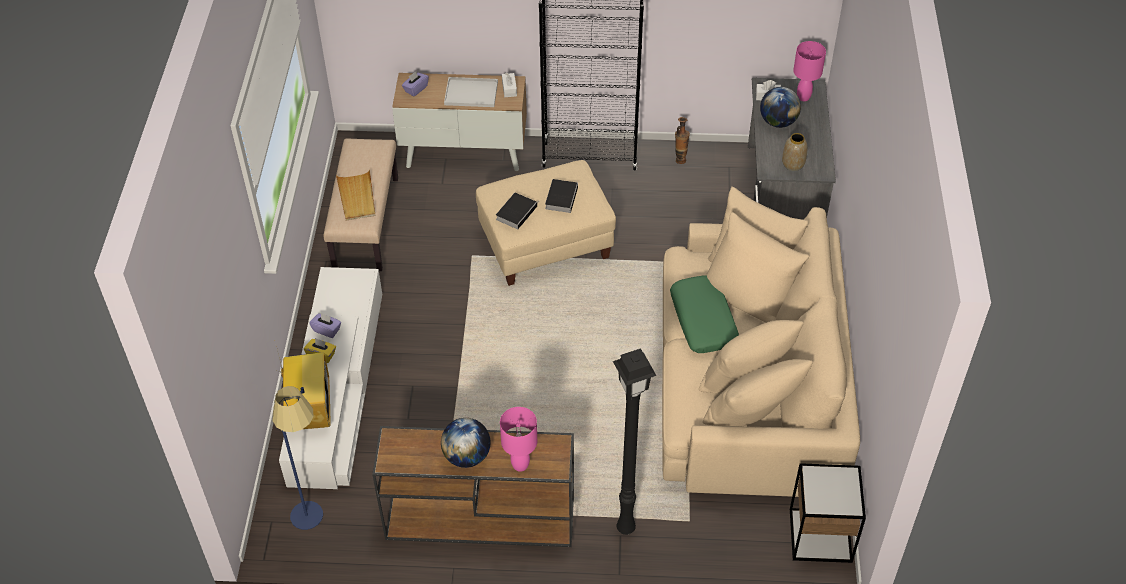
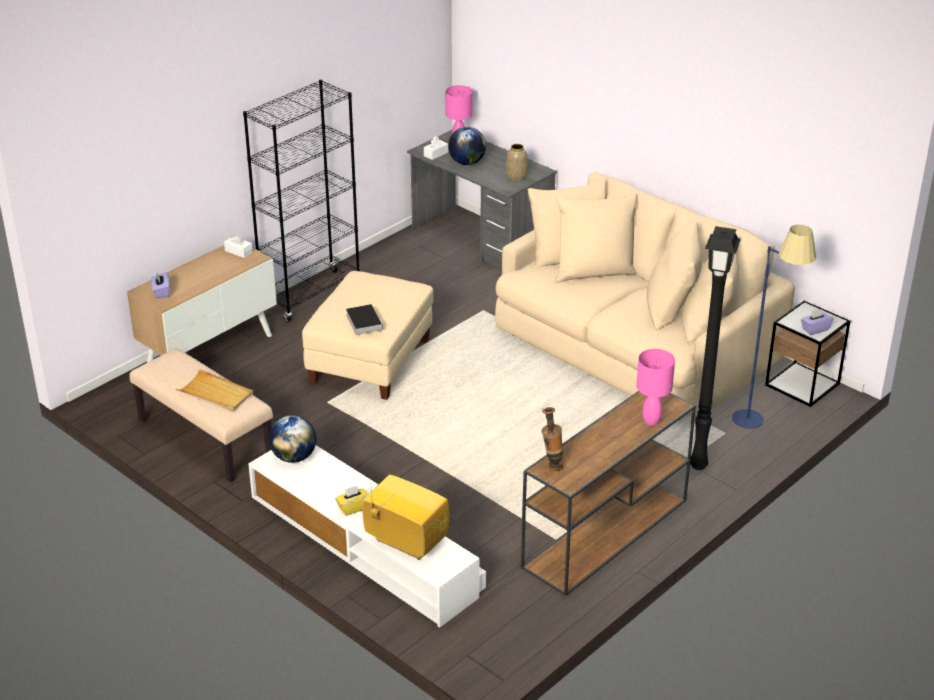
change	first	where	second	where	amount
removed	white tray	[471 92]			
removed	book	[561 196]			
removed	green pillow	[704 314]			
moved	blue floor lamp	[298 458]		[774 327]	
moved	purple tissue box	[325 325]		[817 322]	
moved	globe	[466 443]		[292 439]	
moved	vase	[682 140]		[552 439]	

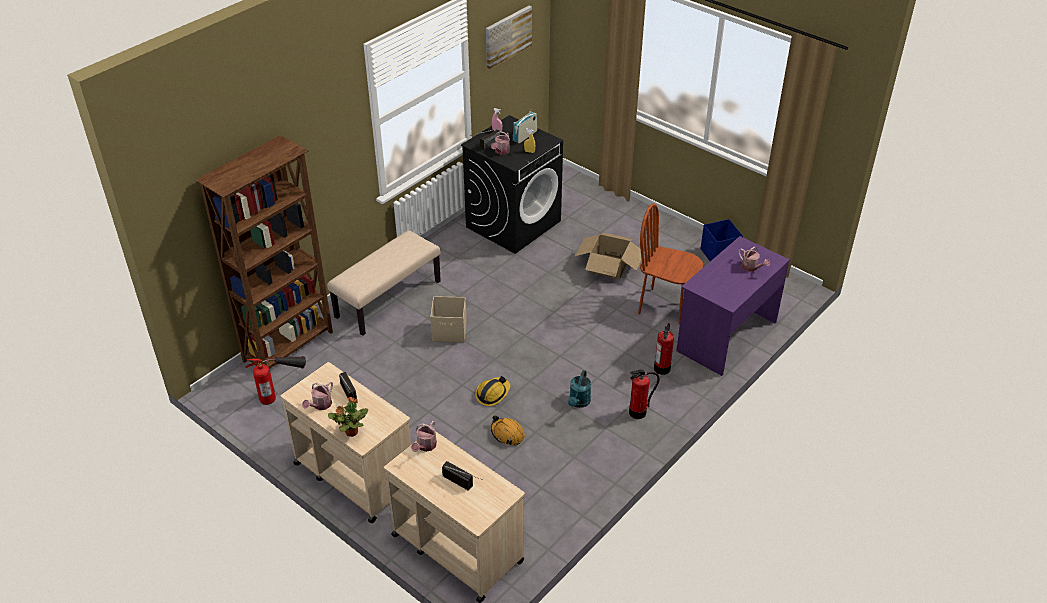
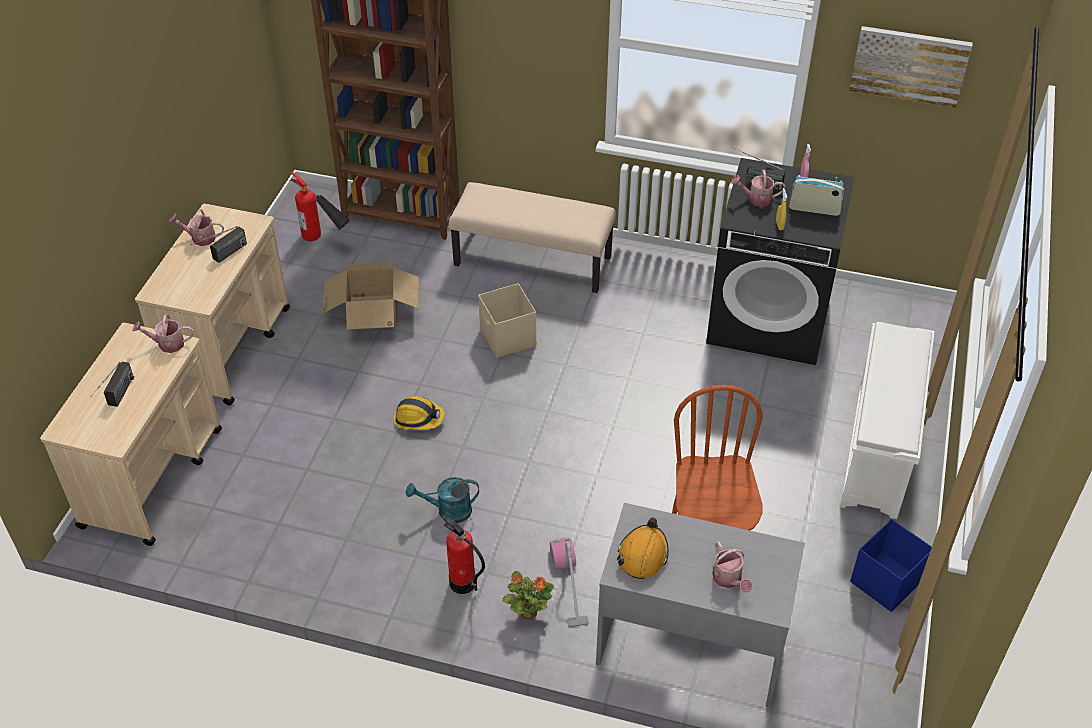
change	first	where	second	where	amount
added			white shoe rack	[887 420]	
moved	potted plant	[348 417]		[528 595]	
moved	orange hard hat	[508 430]		[643 548]	
moved	cardboard box	[608 256]		[371 296]	
replaced	fire extinguisher	[664 349]	vacuum cleaner	[569 582]	
recoloured	purple desk	[733 306]	grey desk	[700 605]	
turned	watering can	[754 259]		[732 567]	45 degrees counterclockwise

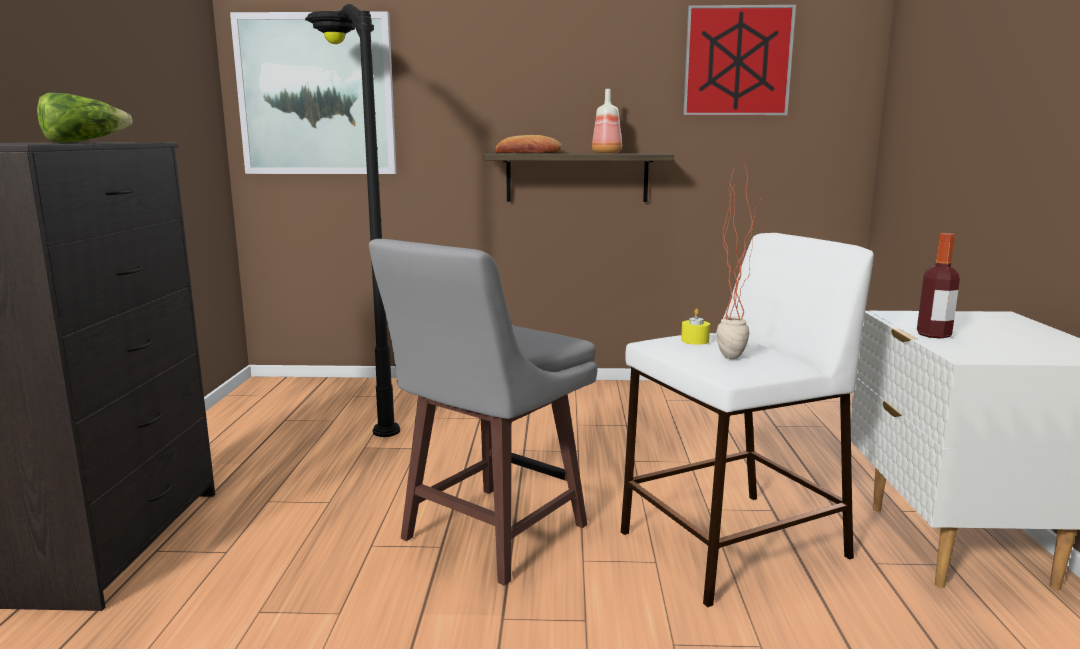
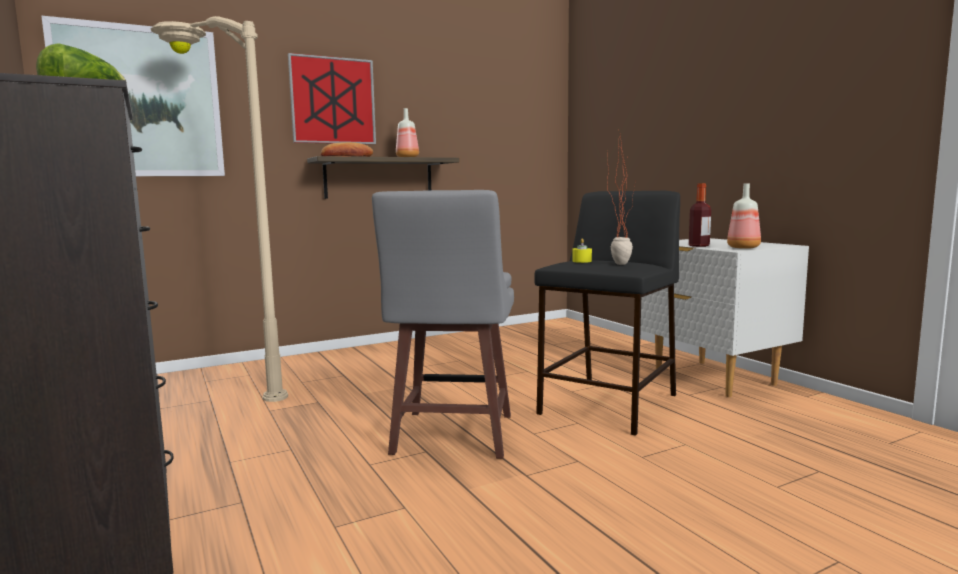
change	first	where	second	where	amount
added			bottle	[744 216]	
moved	picture	[739 60]		[332 98]	
recoloured	black floor lamp	[352 220]	beige floor lamp	[219 209]	
recoloured	white stool	[747 420]	black stool	[607 313]	

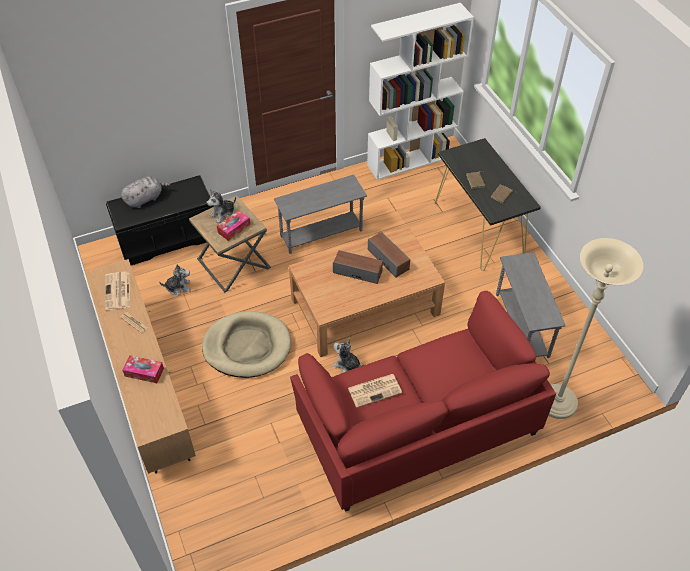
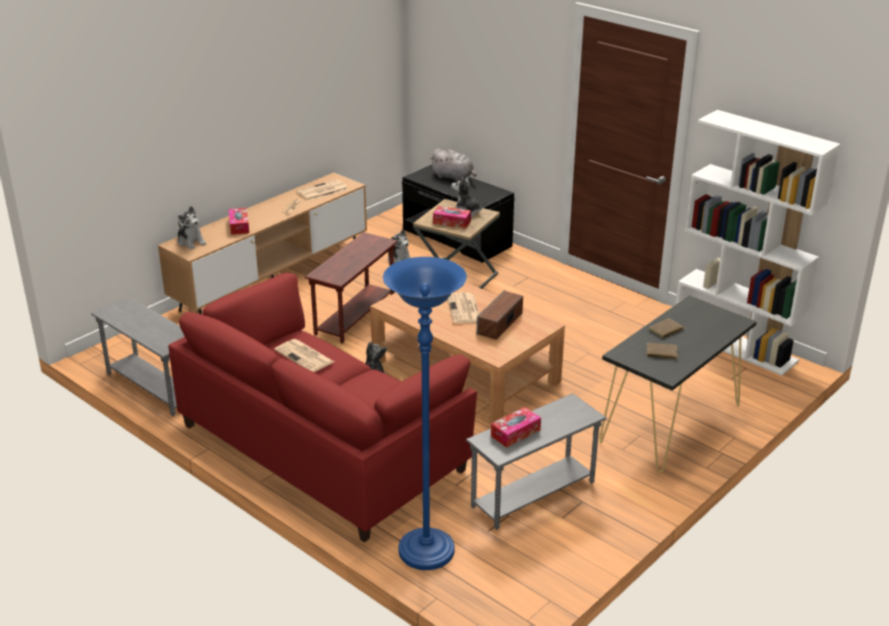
change	first	where	second	where	amount
added			plush toy	[192 228]	
added			tissue box	[516 427]	
moved	grey side table	[320 214]		[138 356]	
replaced	beige dog bed	[246 344]	brown side table	[351 288]	
replaced	speaker	[358 267]	newspaper	[463 308]	
recoloured	beige floor lamp	[595 328]	blue floor lamp	[425 413]	

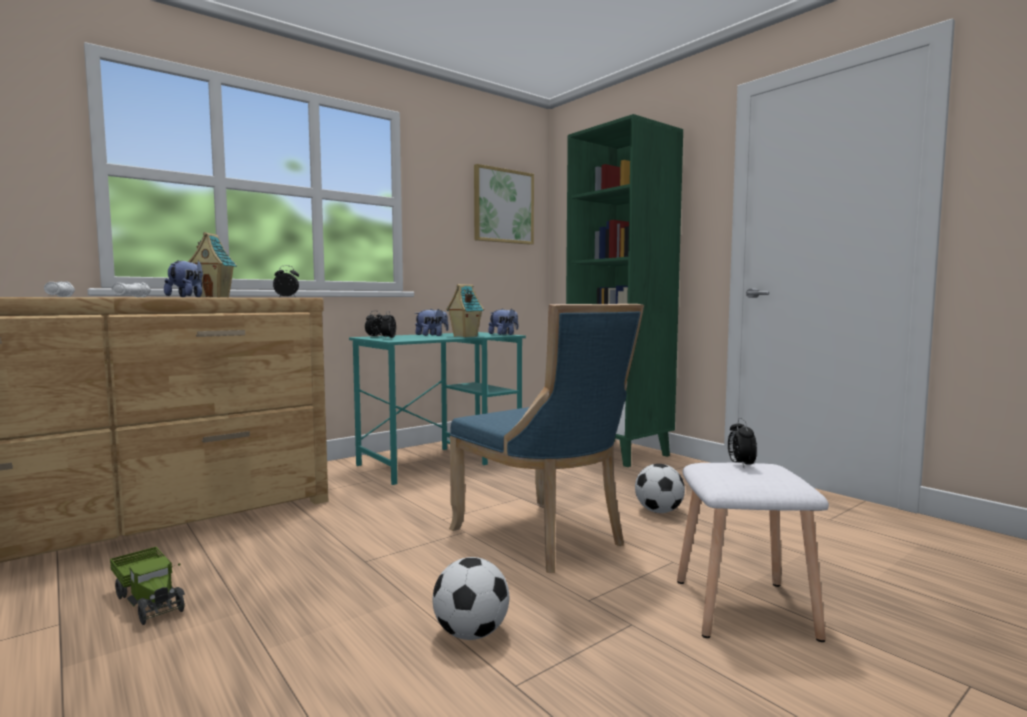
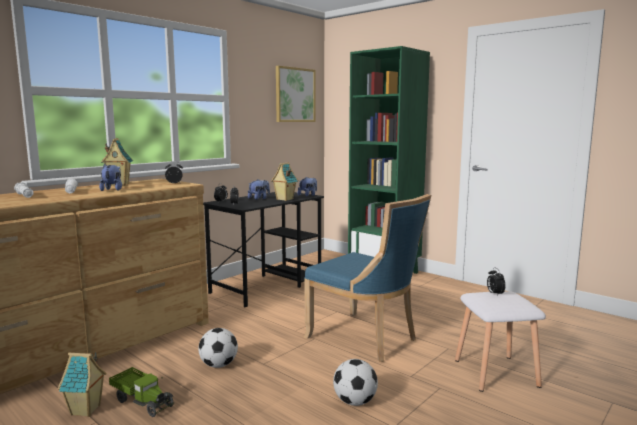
change	first	where	second	where	amount
added			toy house	[82 384]	
moved	football	[660 488]		[218 348]	
recoloured	turquoise desk	[437 408]	black desk	[263 249]	

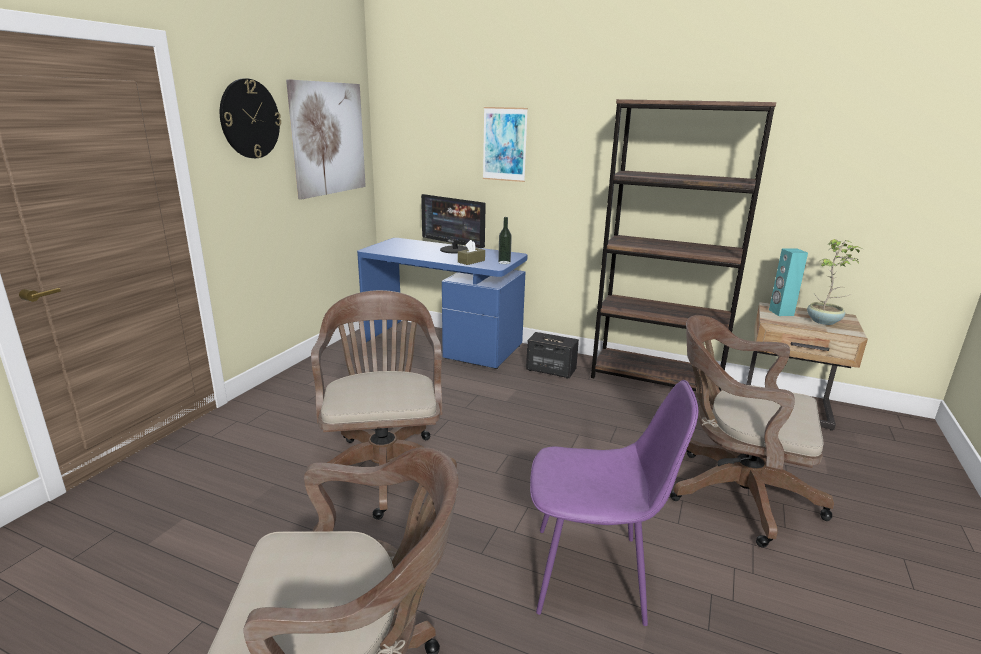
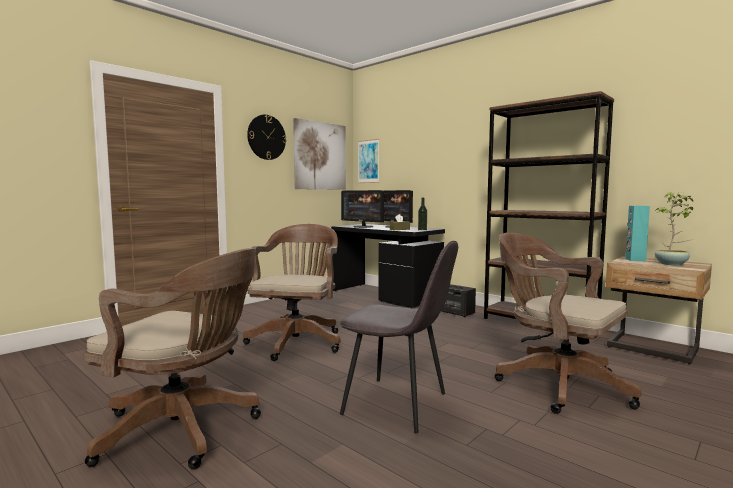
change	first	where	second	where	amount
added			monitor	[362 209]	
moved	picture	[505 144]		[368 161]	
recoloured	blue desk	[442 303]	black desk	[388 266]	
recoloured	purple chair	[614 503]	grey chair	[399 337]	

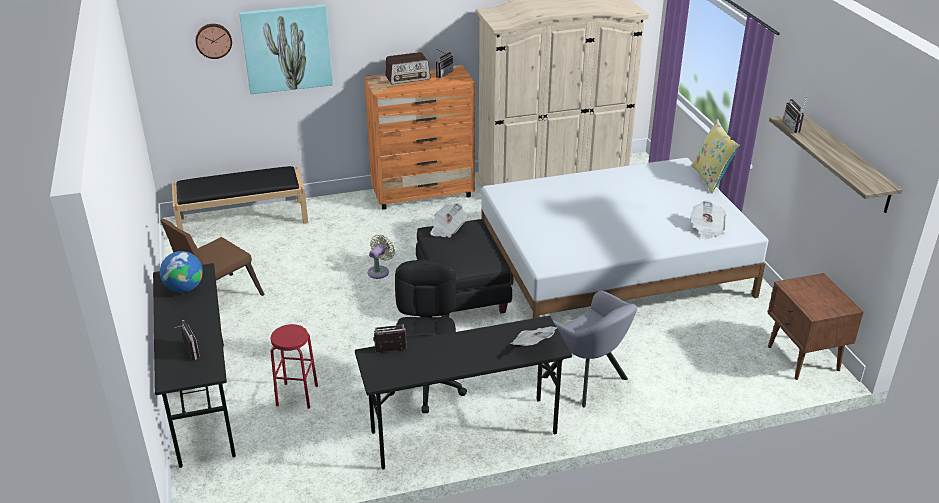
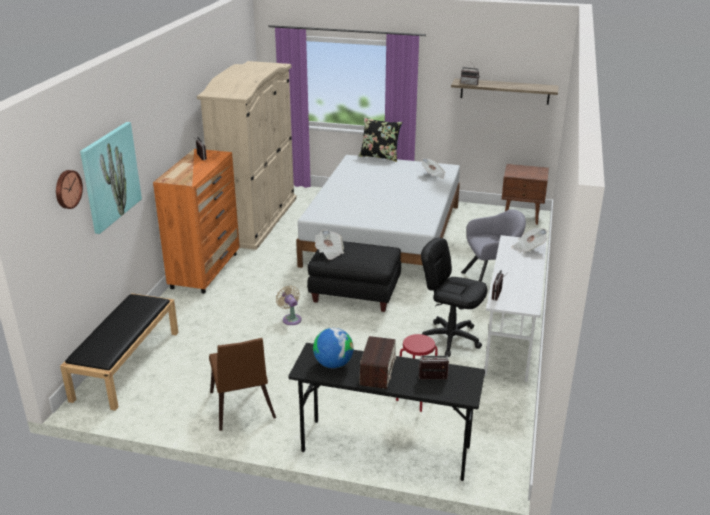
change	first	where	second	where	amount
moved	radio	[408 68]		[378 362]	
recoloured	black desk	[463 393]	white desk	[516 308]	
recoloured	yellow pillow	[715 156]	black pillow	[381 139]	

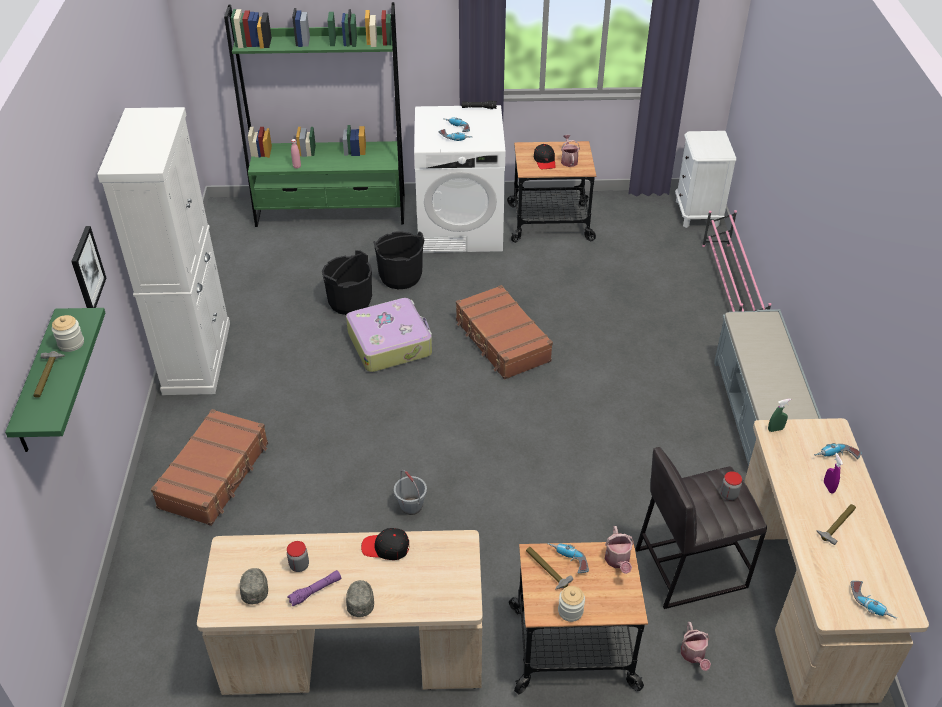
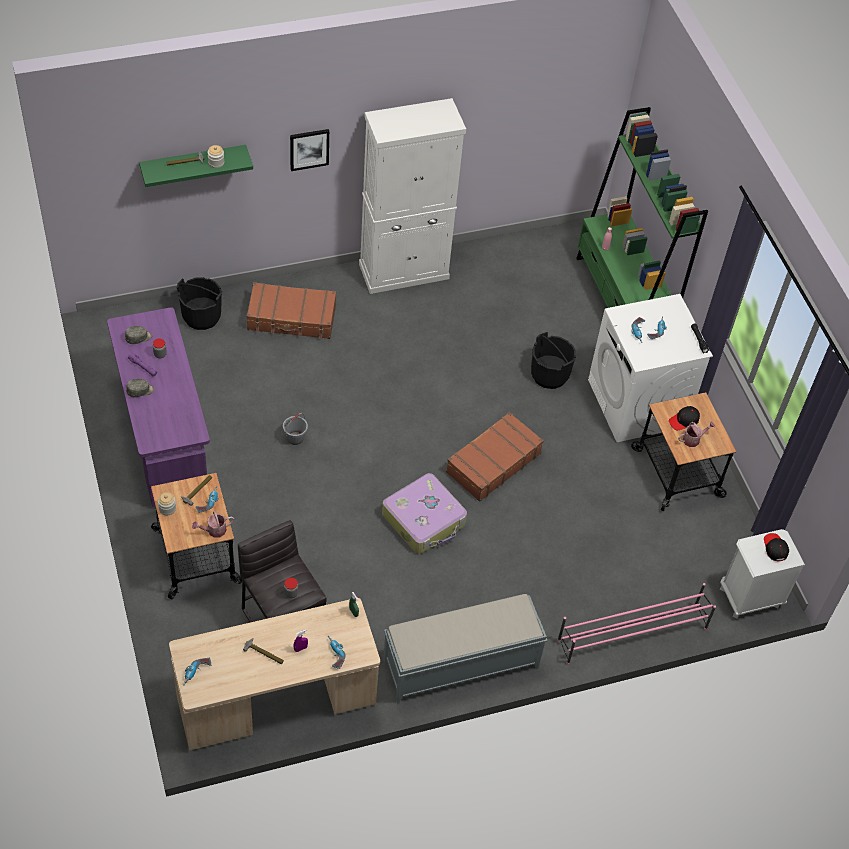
change	first	where	second	where	amount
removed	watering can	[696 646]			
moved	black bucket	[347 282]		[199 303]	
moved	suitcase	[389 335]		[424 513]	
moved	black cap	[385 544]		[776 547]	
recoloured	beige desk	[340 612]	purple desk	[158 407]	

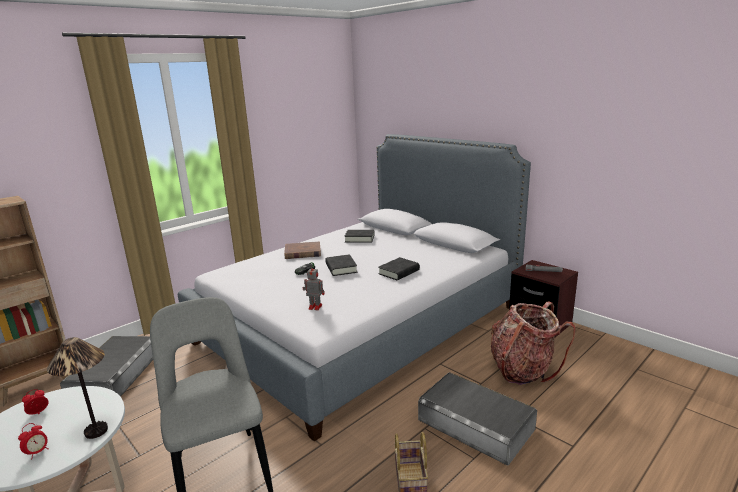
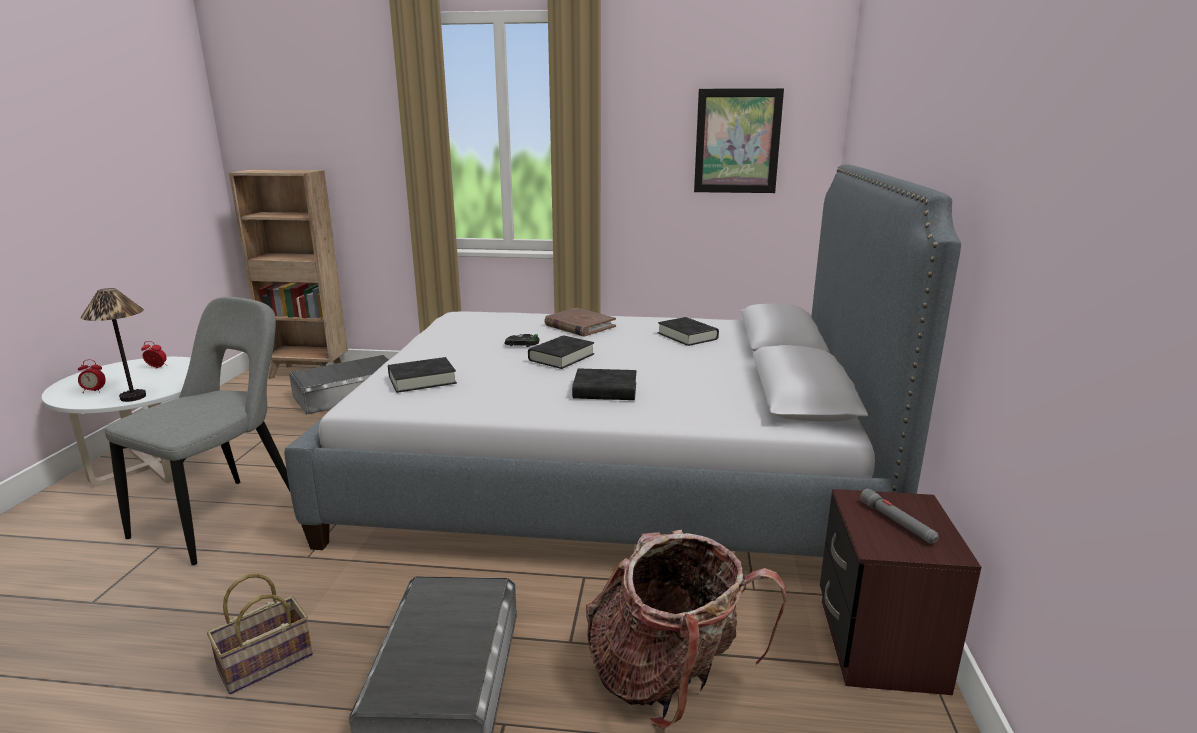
change	first	where	second	where	amount
added			picture	[739 140]	
replaced	toy robot	[314 287]	black book	[422 375]	

